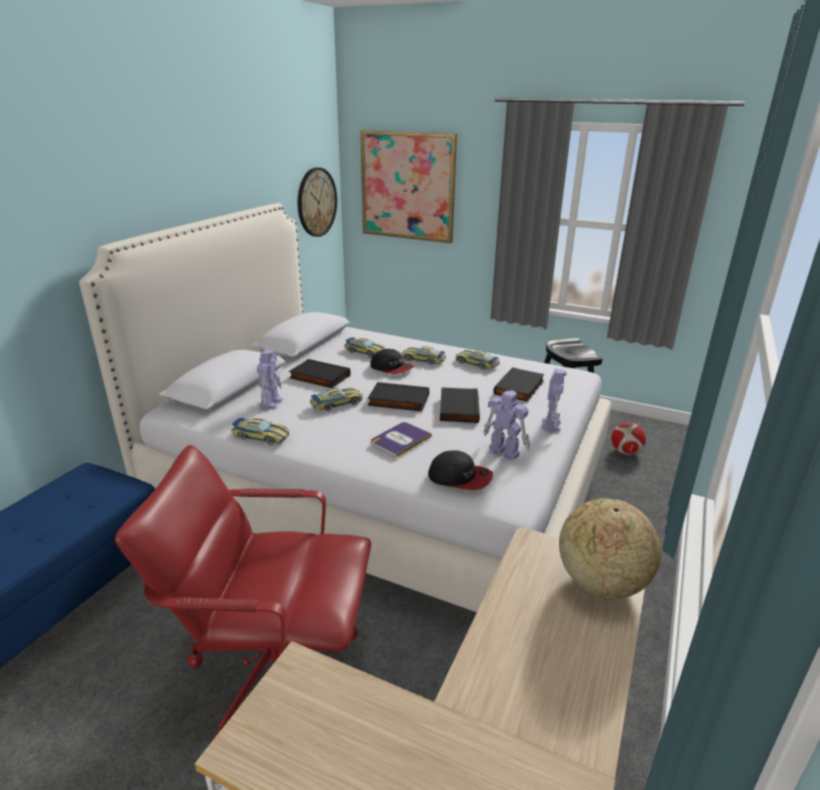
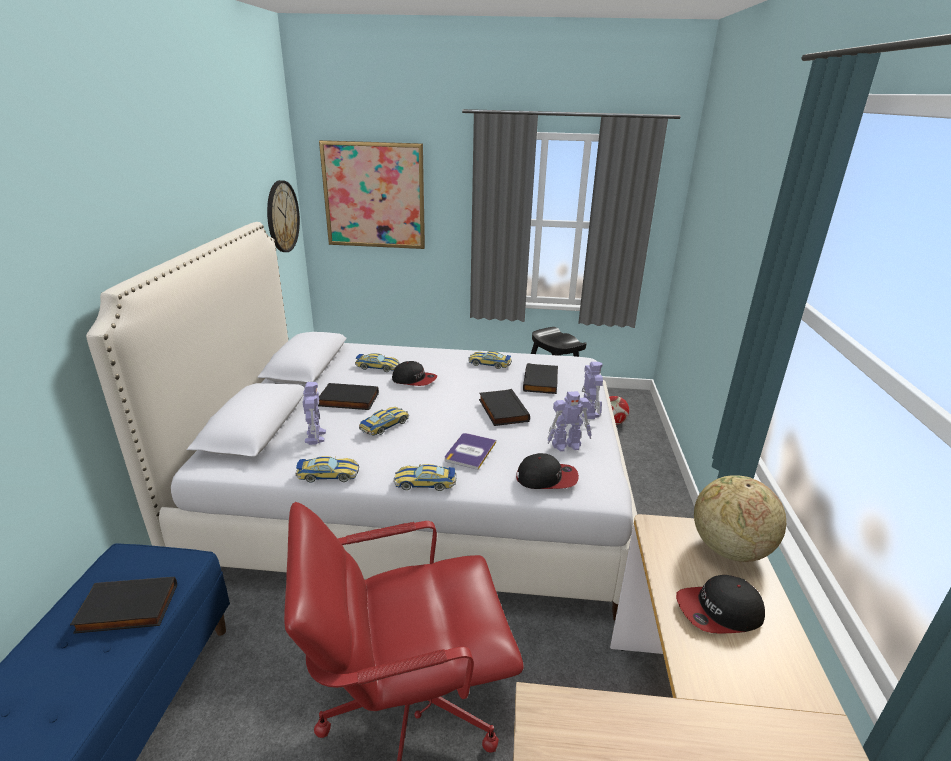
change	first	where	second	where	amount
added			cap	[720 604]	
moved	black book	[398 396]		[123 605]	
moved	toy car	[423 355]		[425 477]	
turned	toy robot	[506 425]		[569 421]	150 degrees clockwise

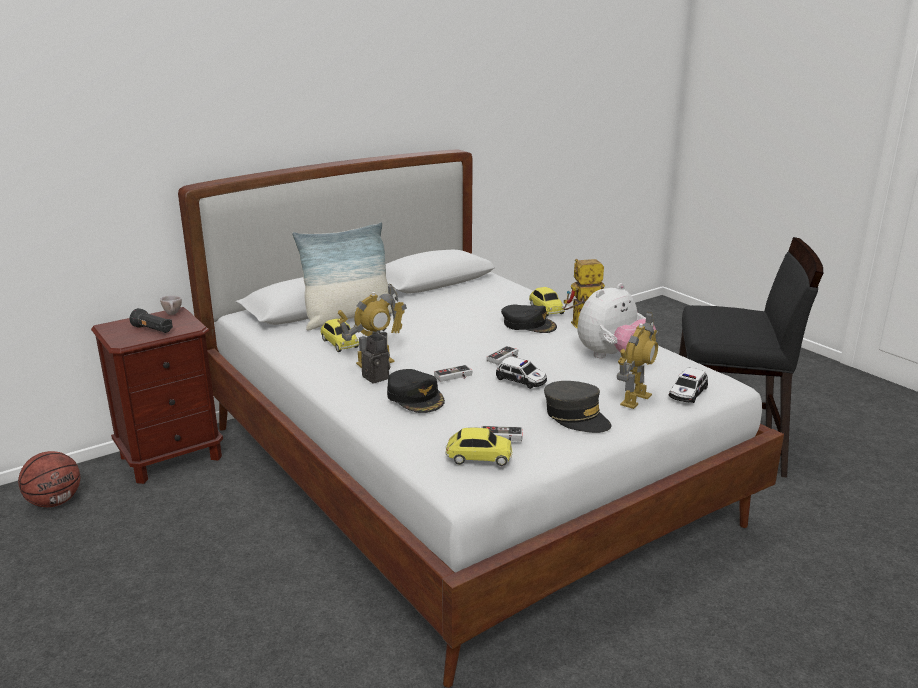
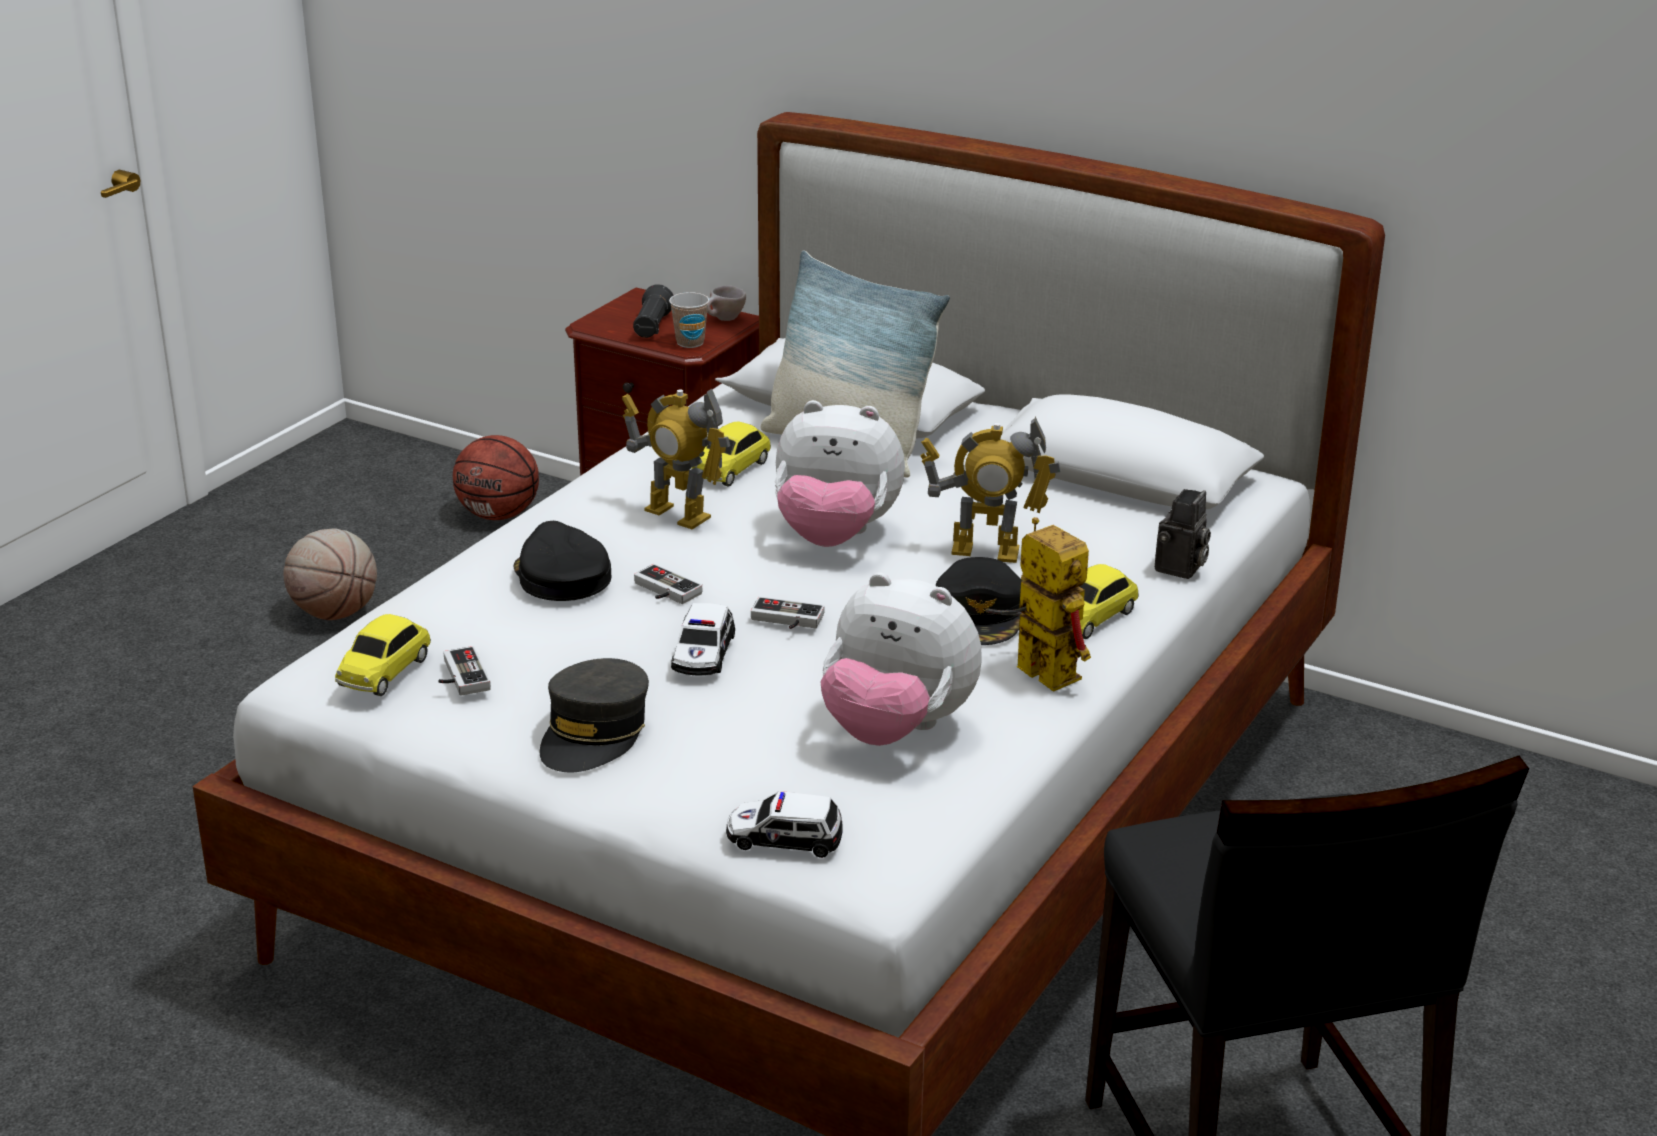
change	first	where	second	where	amount
added			basketball	[330 574]	
added			cup	[689 320]	
added			plush toy	[840 473]	
moved	photo camera	[375 358]		[1183 534]	
moved	toy robot	[637 360]		[990 489]	
turned	black cap	[416 391]		[562 561]	120 degrees clockwise
turned	toy car	[478 446]		[383 655]	45 degrees clockwise

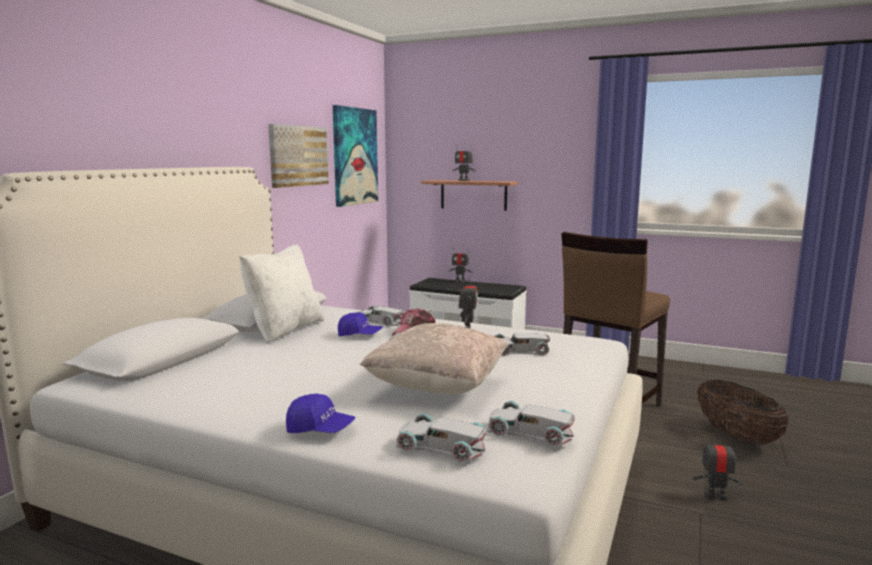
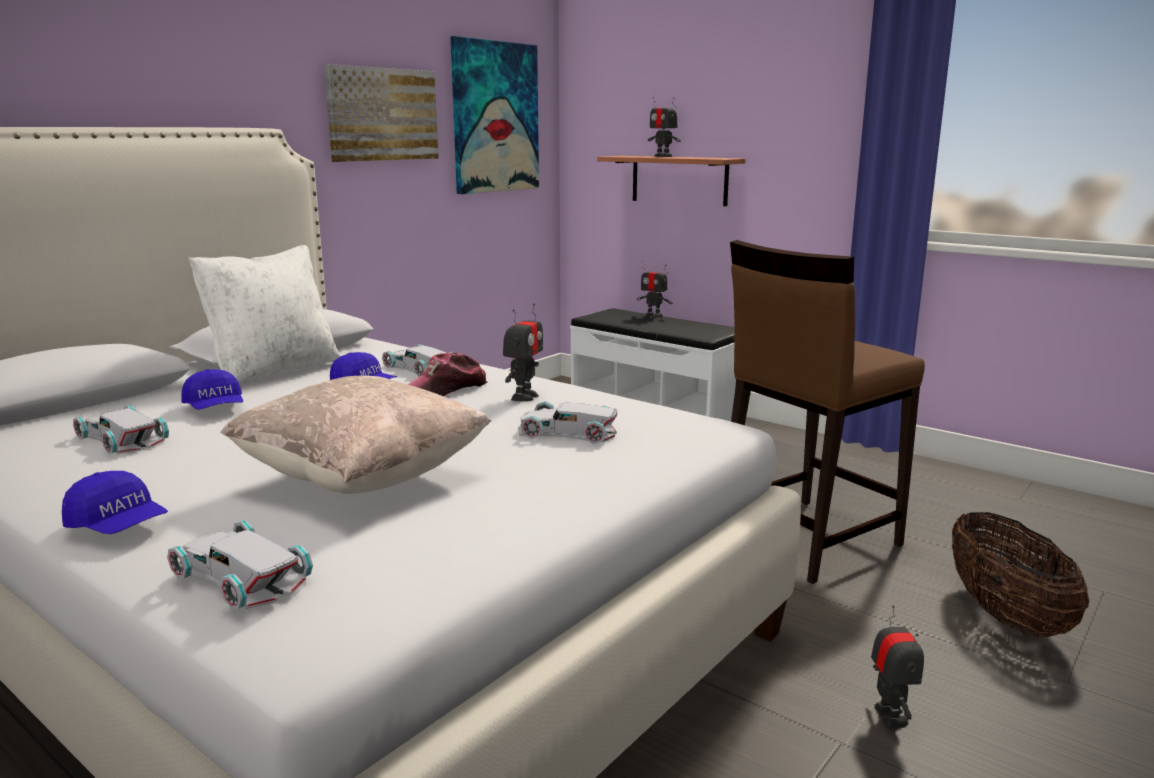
change	first	where	second	where	amount
added			blue cap	[212 389]	
moved	white toy car	[531 424]		[121 429]	
turned	toy robot	[718 469]		[897 667]	60 degrees clockwise

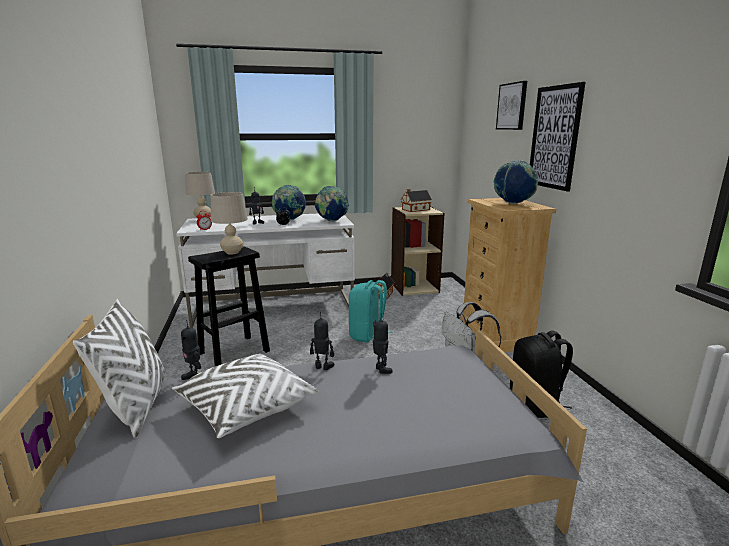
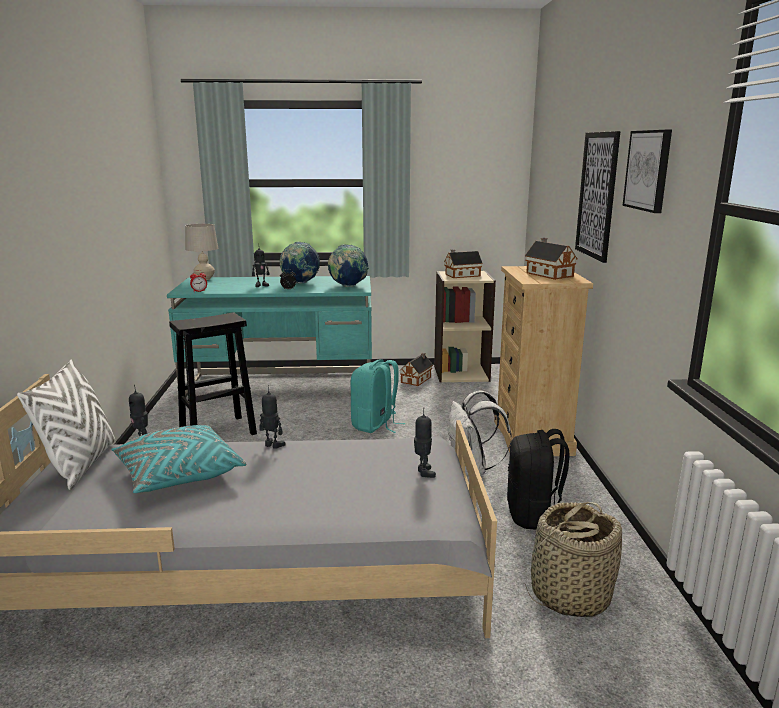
change	first	where	second	where	amount
removed	beige table lamp	[229 223]			
added			basket	[573 559]	
moved	toy robot	[383 343]		[425 445]	
moved	picture	[511 105]		[647 171]	
replaced	globe	[515 182]	toy house	[551 259]	
recoloured	white pillow	[245 396]	turquoise pillow	[178 459]	
recoloured	white desk	[265 271]	turquoise desk	[269 337]	

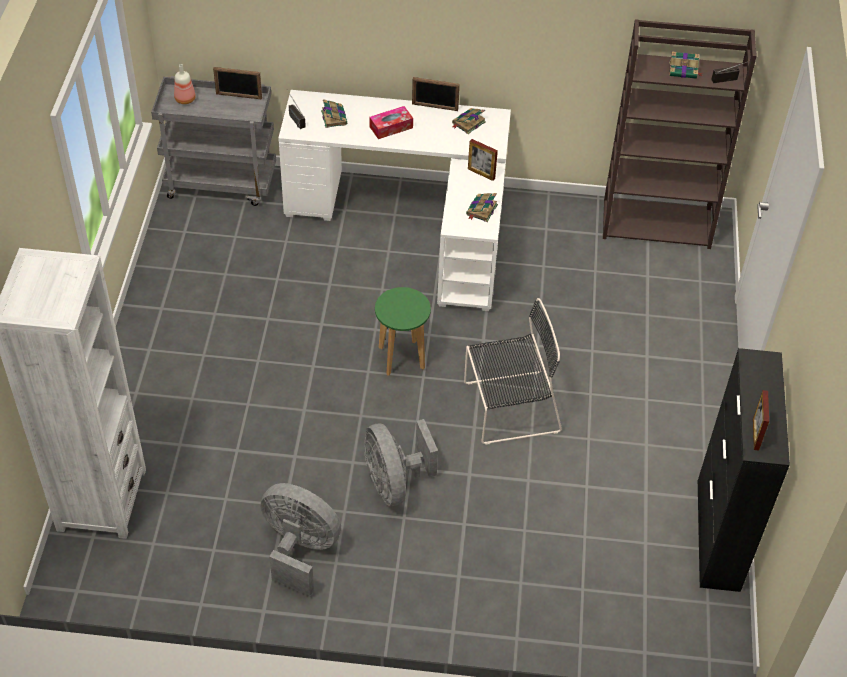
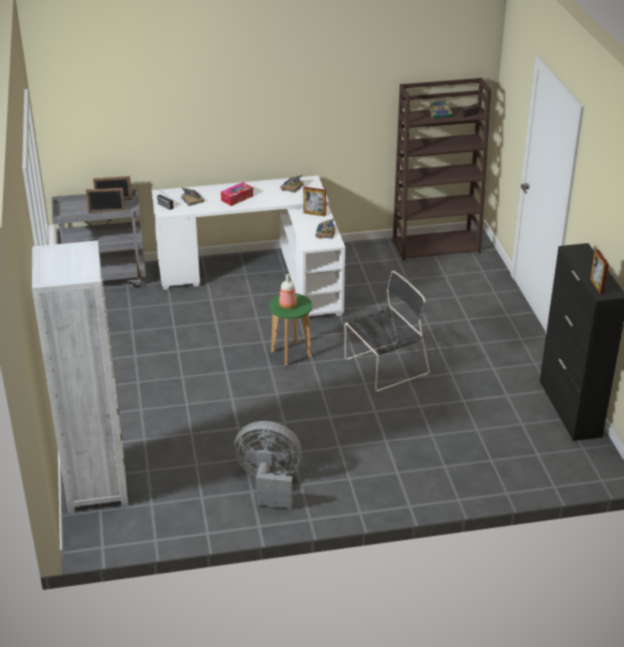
change	first	where	second	where	amount
removed	grey fan	[401 462]			
moved	bottle	[185 84]		[288 291]	
moved	picture frame	[436 94]		[105 200]	

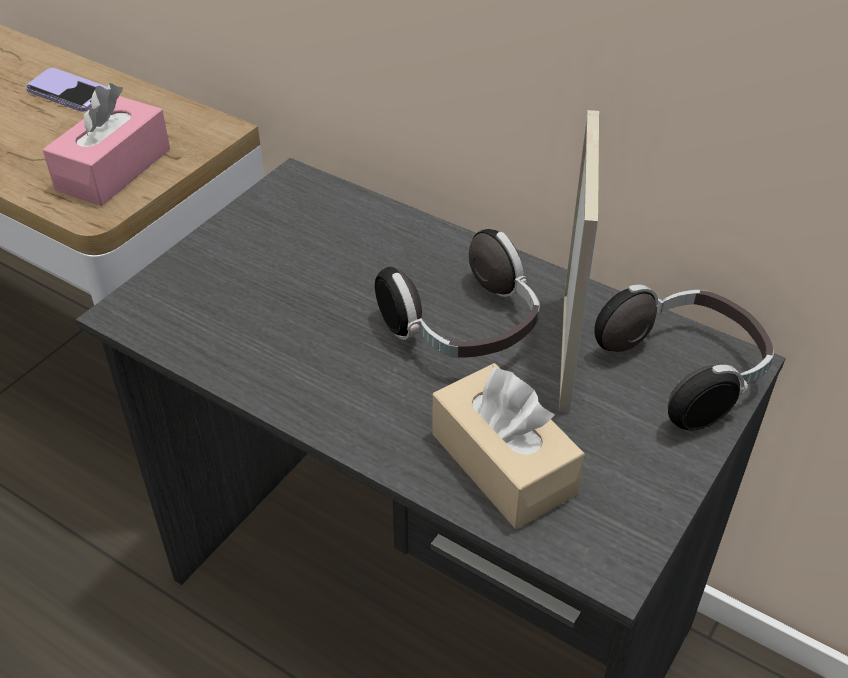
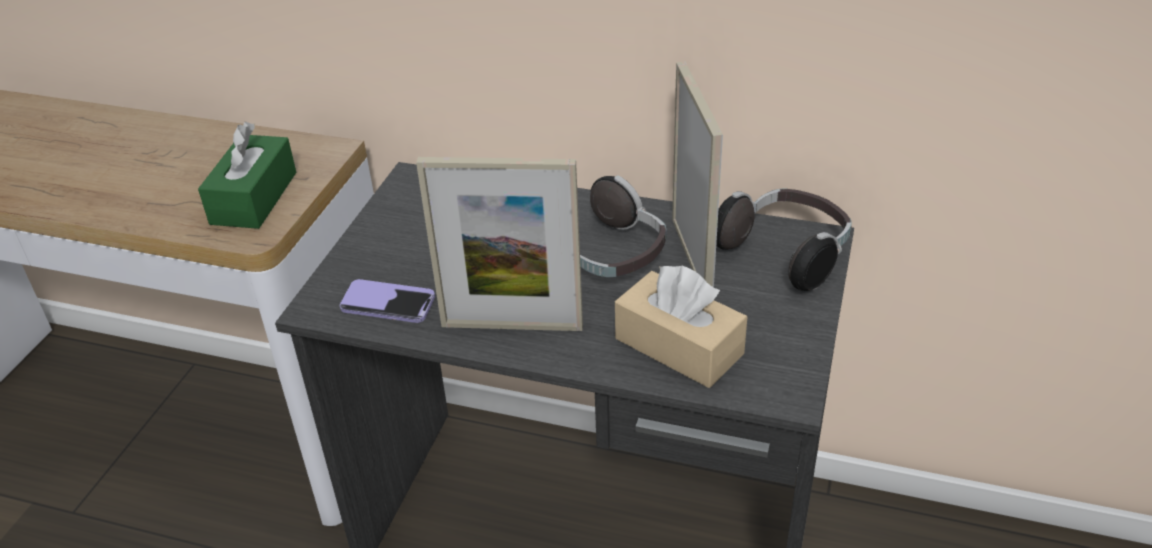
change	first	where	second	where	amount
added			picture frame	[499 244]	
moved	phone	[66 90]		[387 301]	
recoloured	pink tissue box	[106 144]	green tissue box	[247 175]	

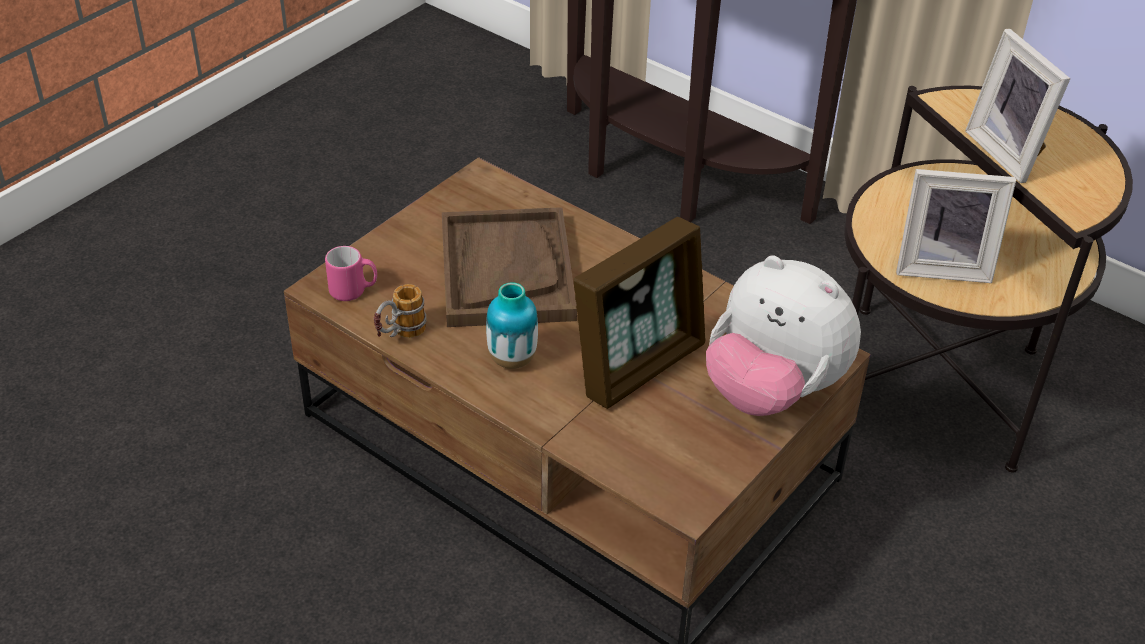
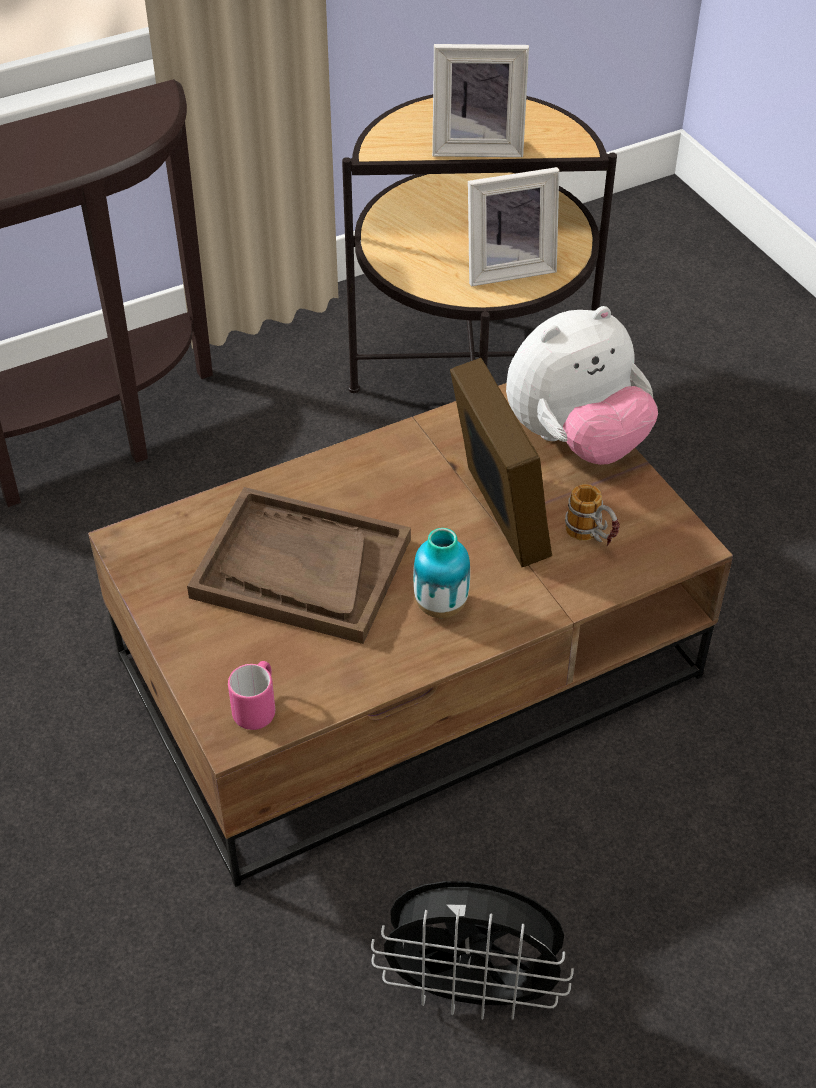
change	first	where	second	where	amount
added			black fan	[472 950]	
moved	mug	[399 311]		[592 515]	
turned	picture frame	[956 226]		[513 226]	45 degrees clockwise

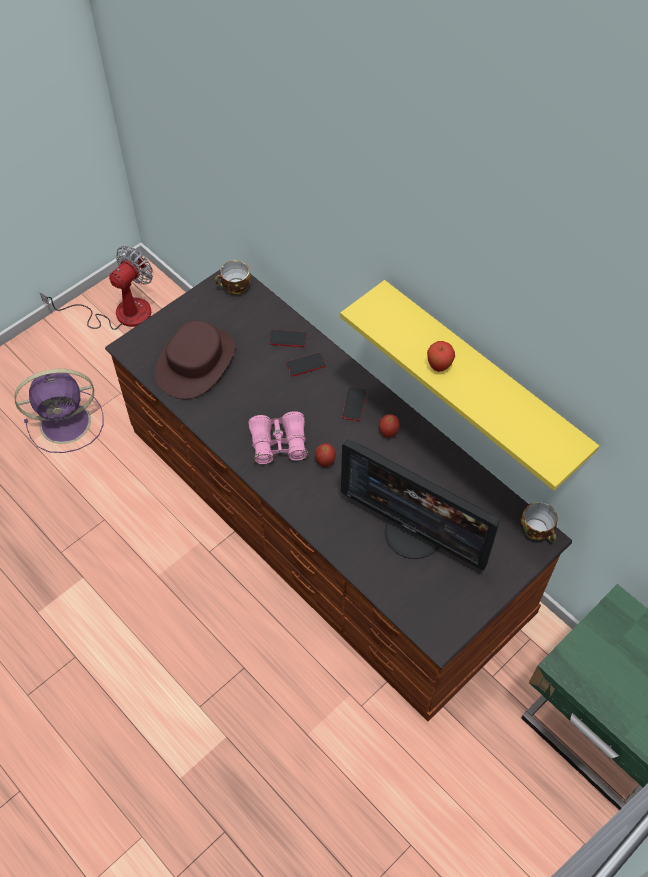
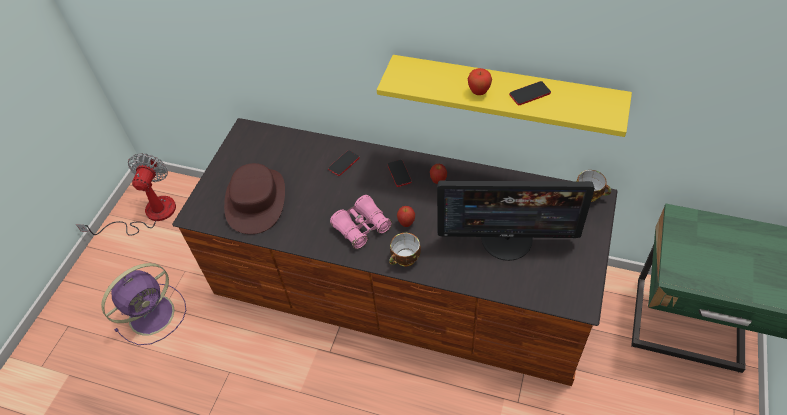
change	first	where	second	where	amount
moved	cup	[232 277]		[405 249]	
moved	phone	[288 338]		[530 93]	

